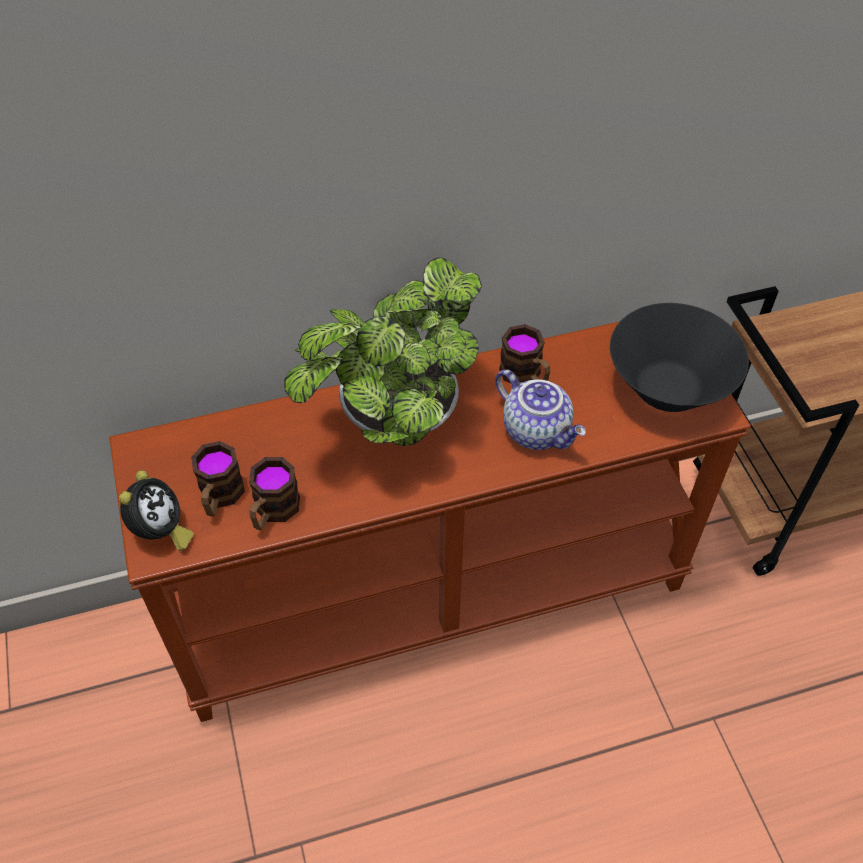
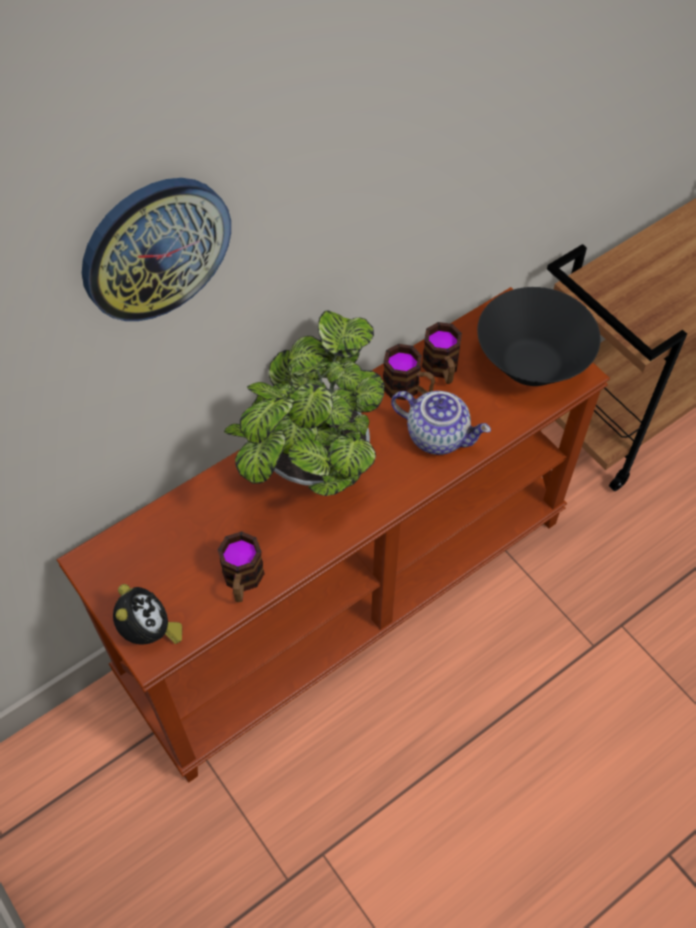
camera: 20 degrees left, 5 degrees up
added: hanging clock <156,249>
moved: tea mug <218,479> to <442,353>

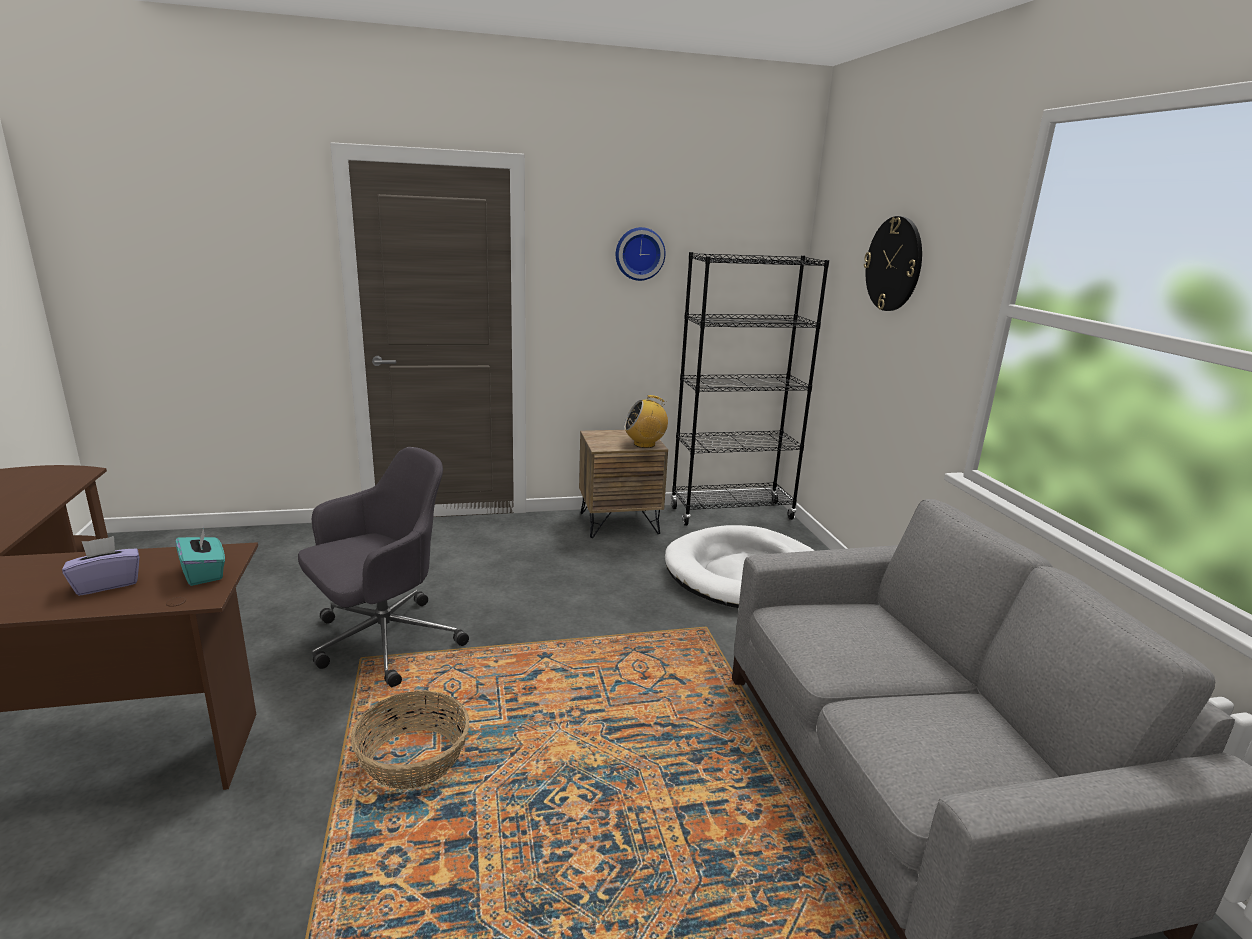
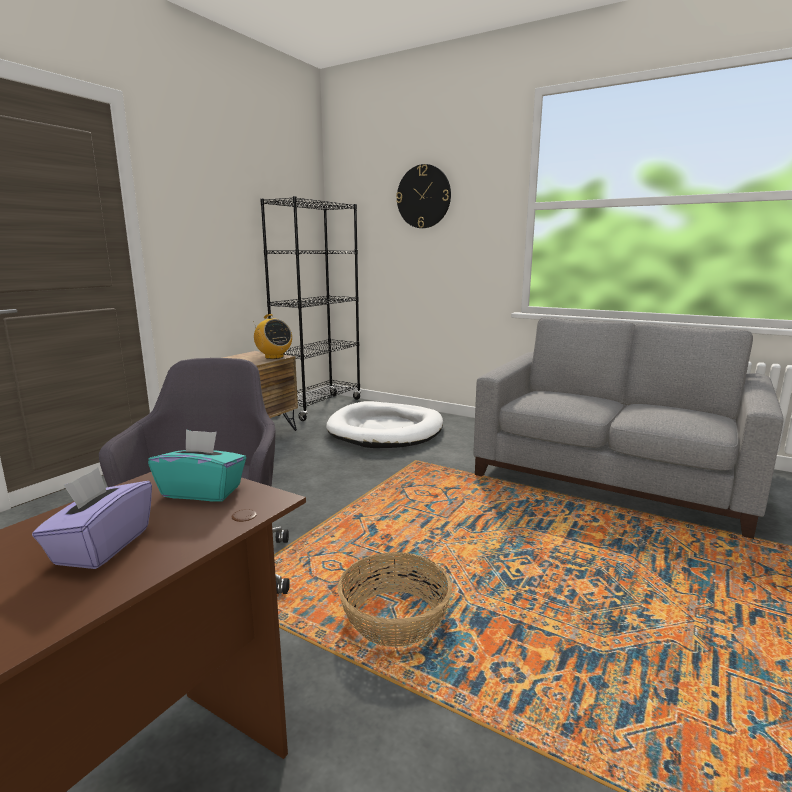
camera: 45 degrees left, 5 degrees down
removed: hanging clock <640,254>
turned: radio <646,421> = <272,336> 75 degrees counterclockwise

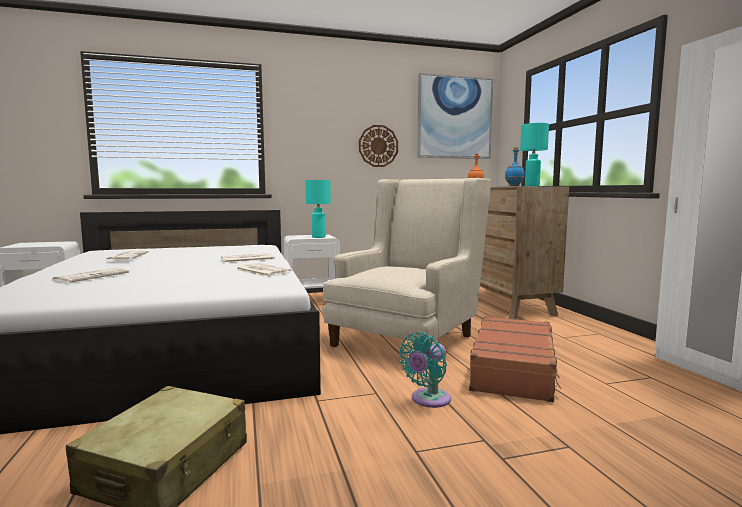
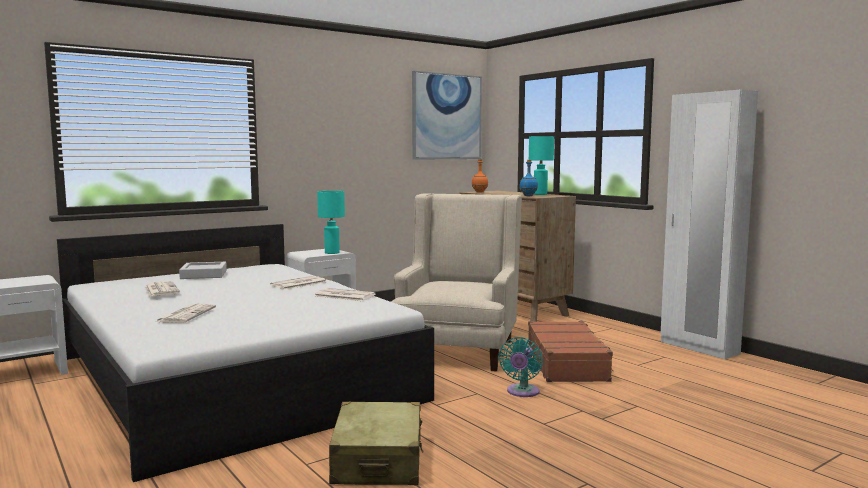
camera: 20 degrees left, 0 degrees up
removed: hanging clock <378,146>
added: grey tray <203,270>

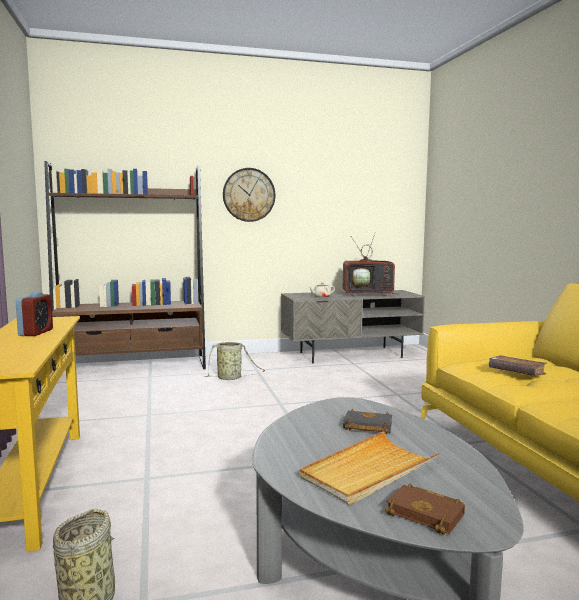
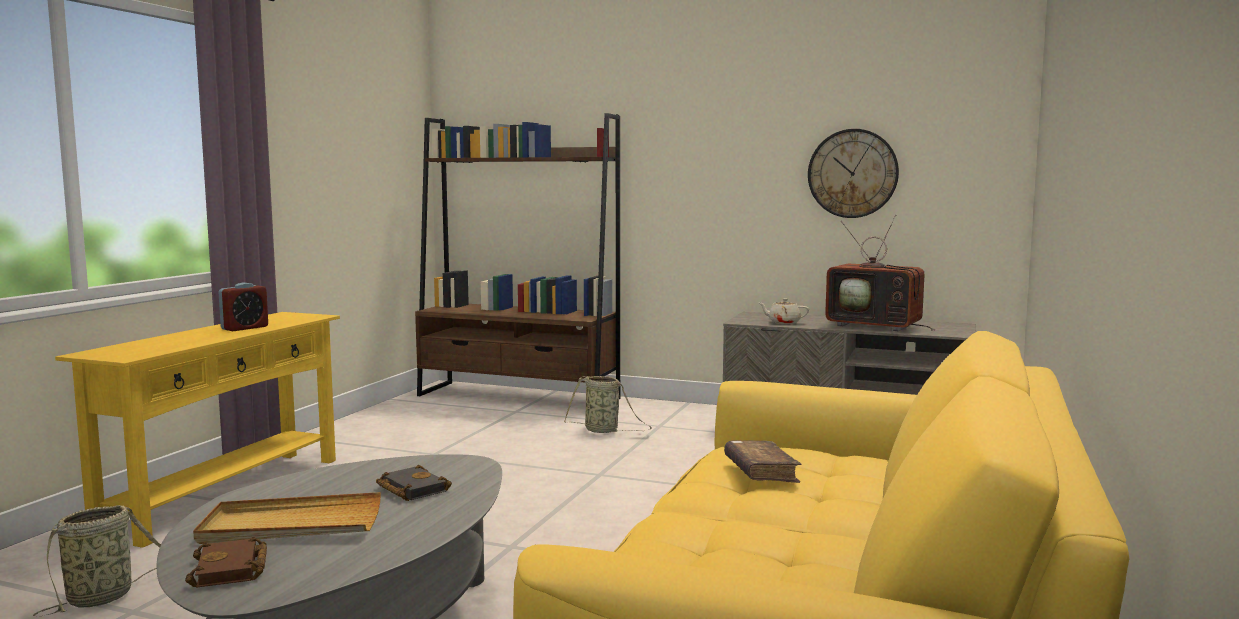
camera: 35 degrees right, 0 degrees up
moved: hanging clock <249,195> to <853,173>

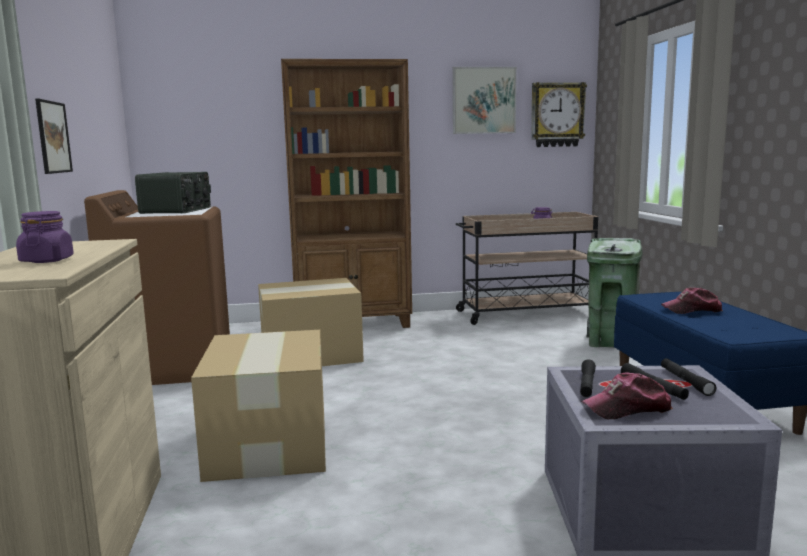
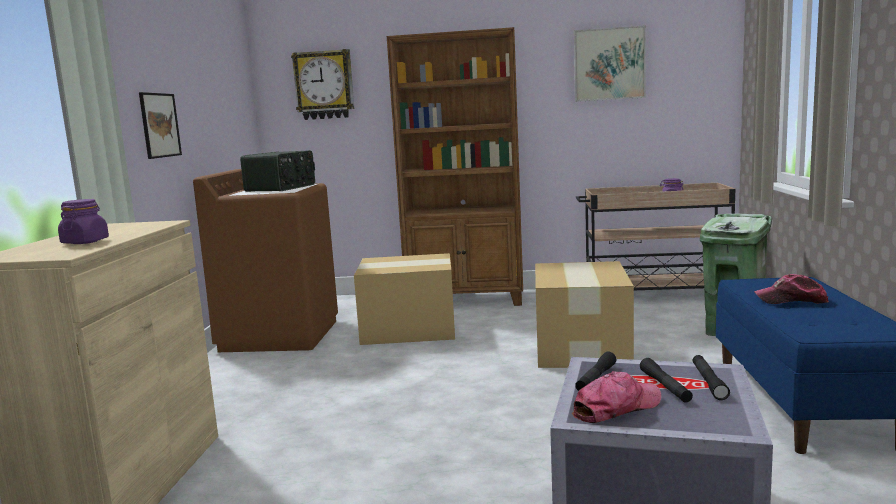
camera: 15 degrees right, 0 degrees up
moved: hanging clock <559,114> to <322,84>; carton <258,406> to <584,314>
turned: baseball cap <627,395> = <617,397> 150 degrees clockwise

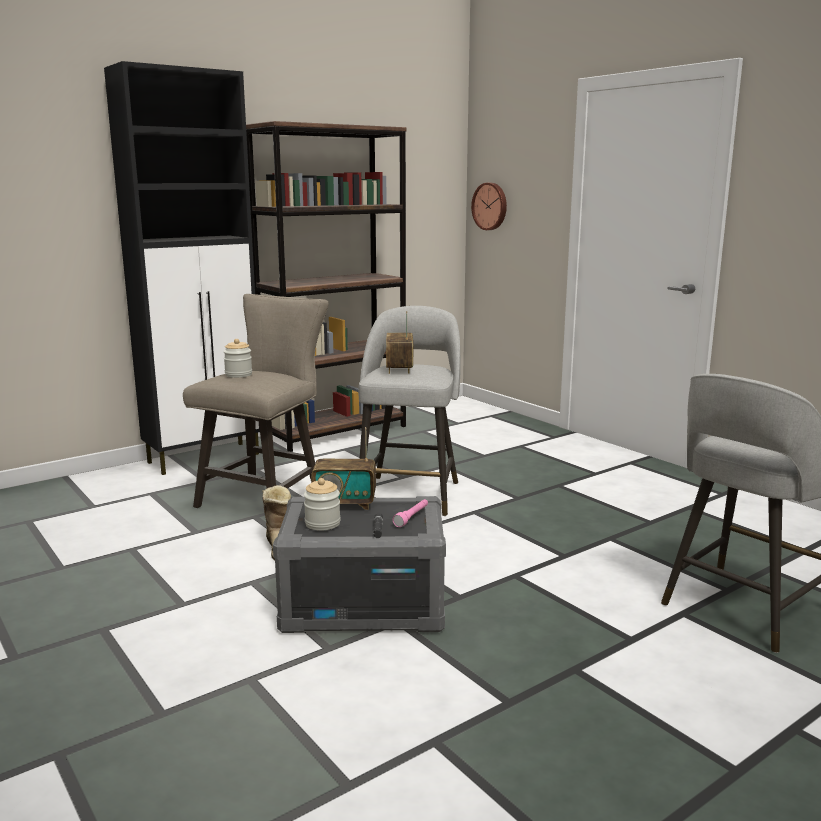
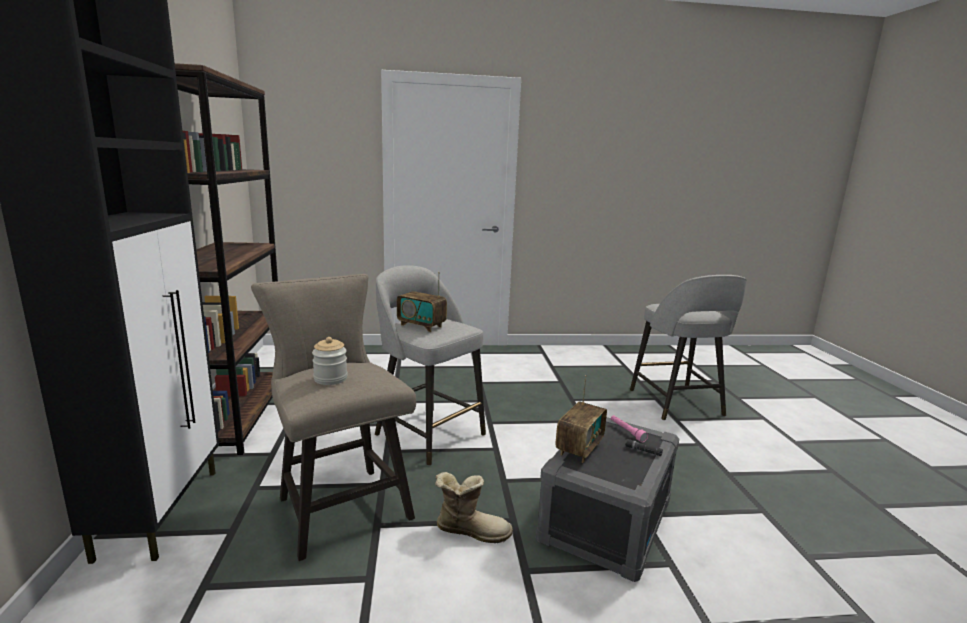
camera: 60 degrees left, 0 degrees up
removed: storage jar <322,504>; hanging clock <489,206>

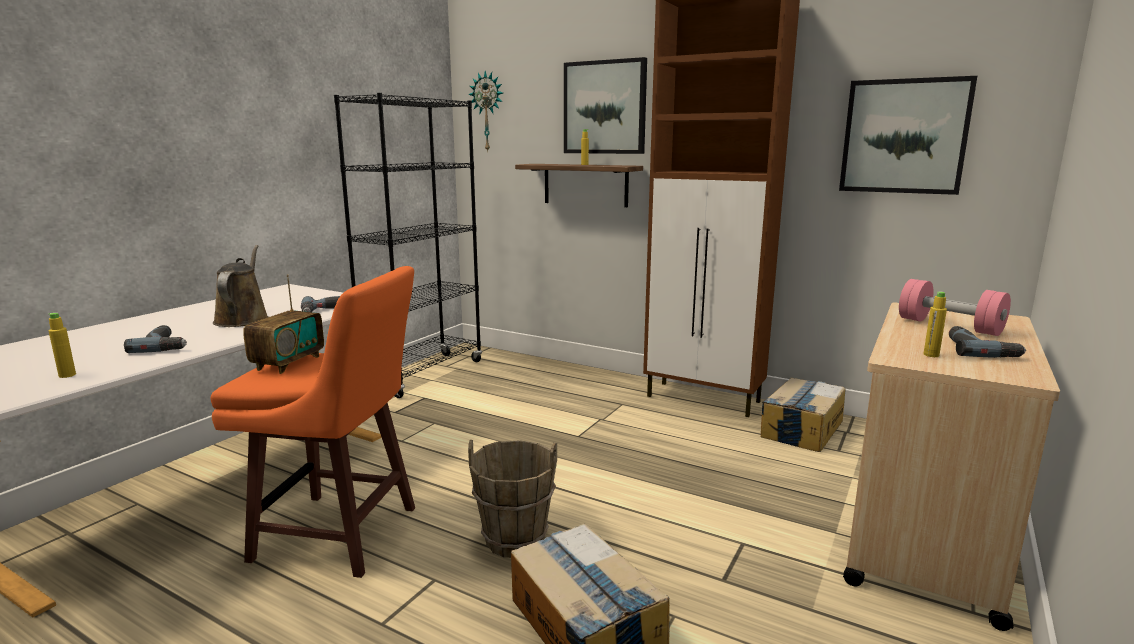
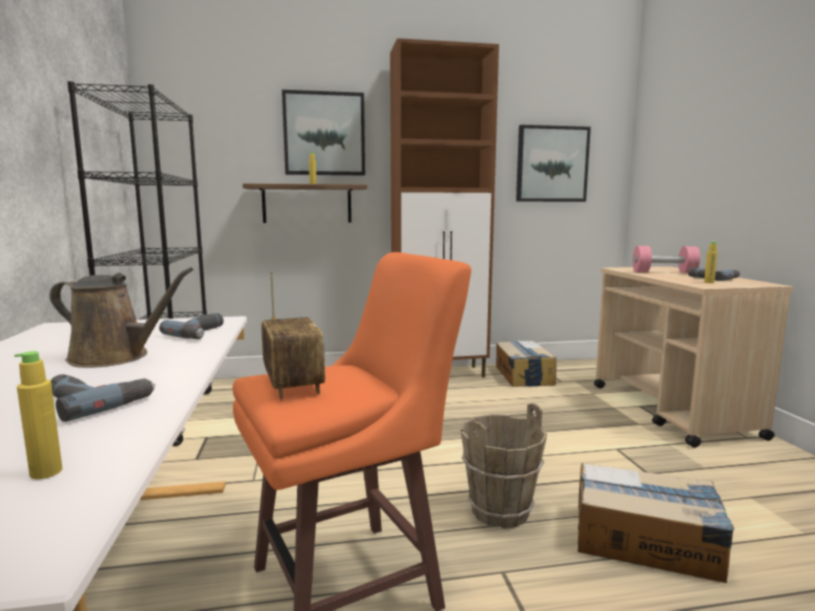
camera: 40 degrees left, 5 degrees down
removed: hanging clock <485,112>
turned: brown-coloured watering pot <240,286> = <121,317> 150 degrees clockwise

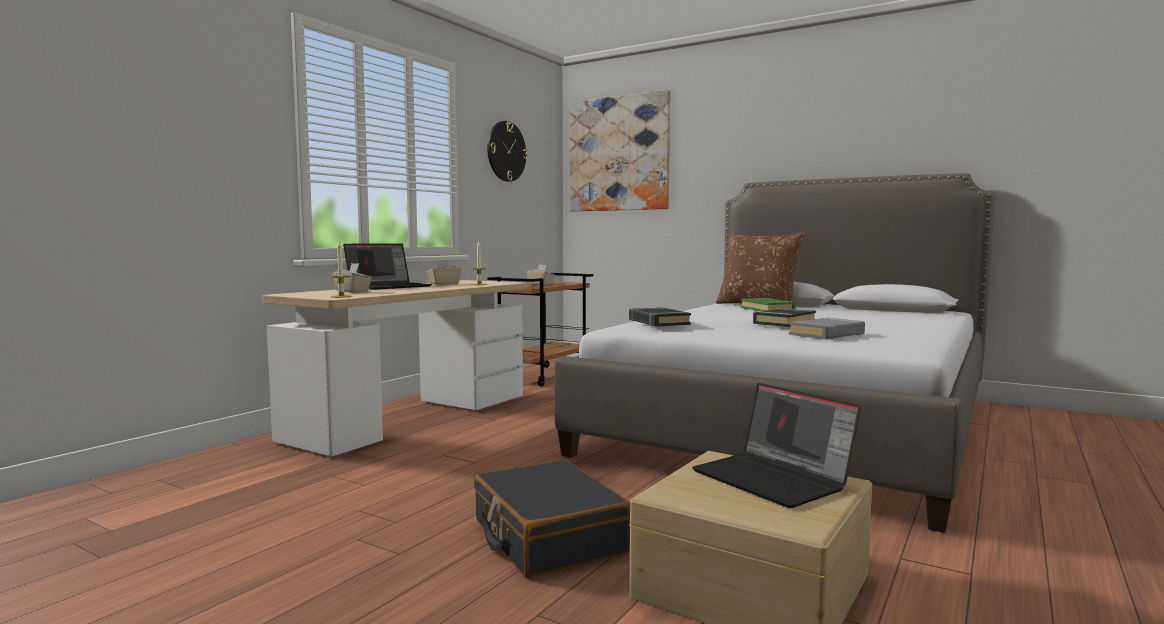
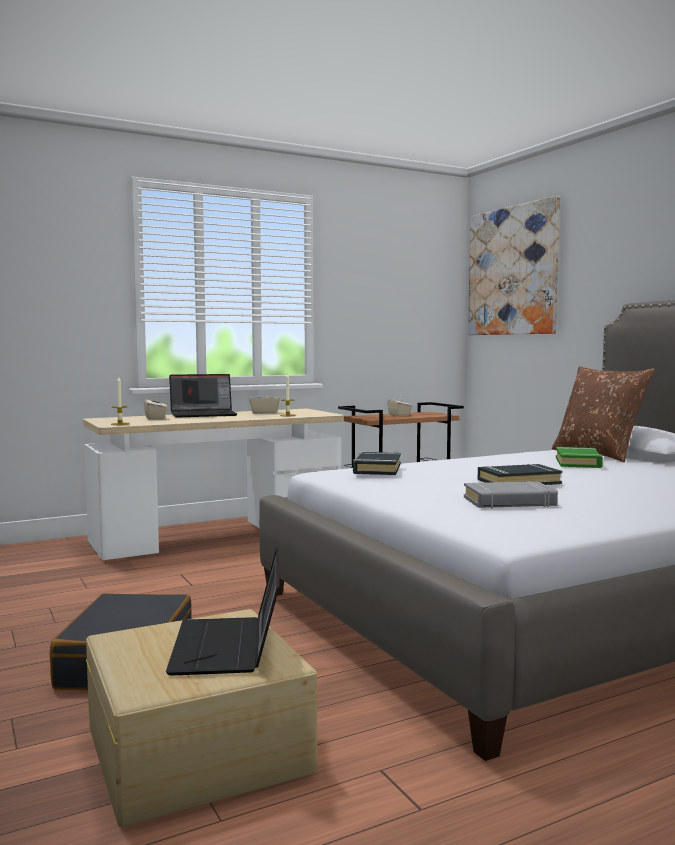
camera: 30 degrees right, 0 degrees up
removed: hanging clock <507,151>

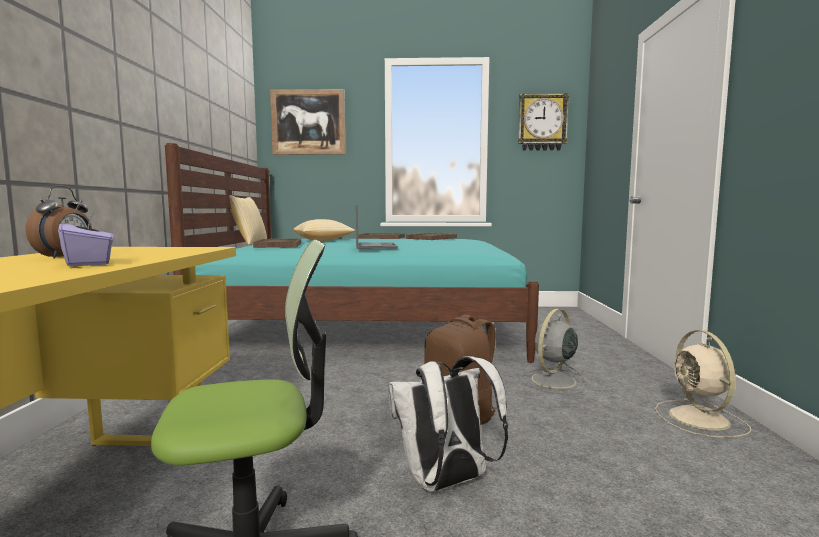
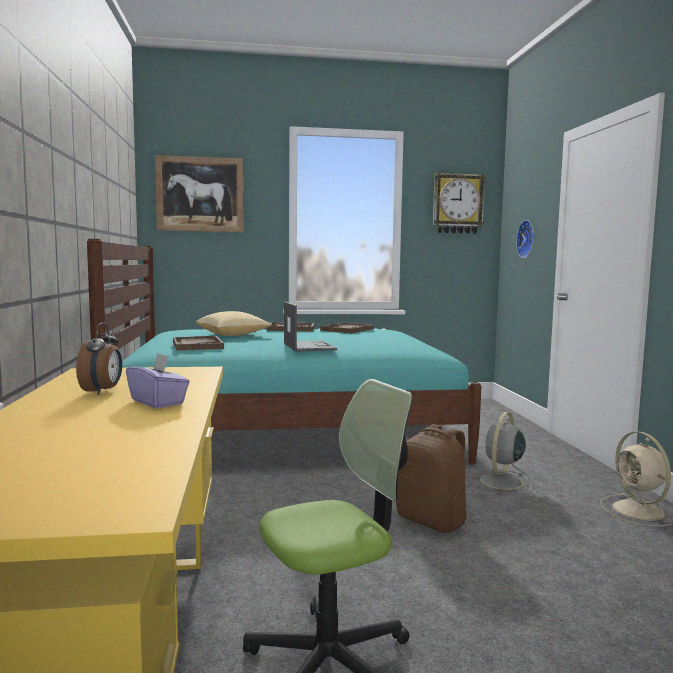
camera: 10 degrees left, 0 degrees up
removed: pillow <248,220>; whitish rucksack <448,424>
added: hanging clock <525,239>

